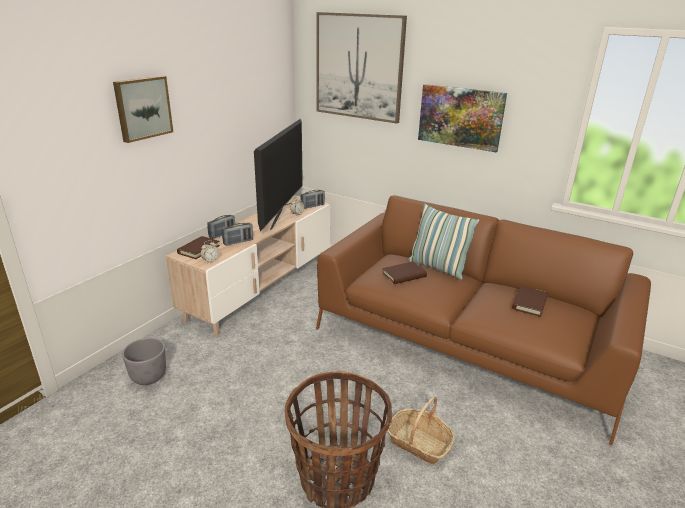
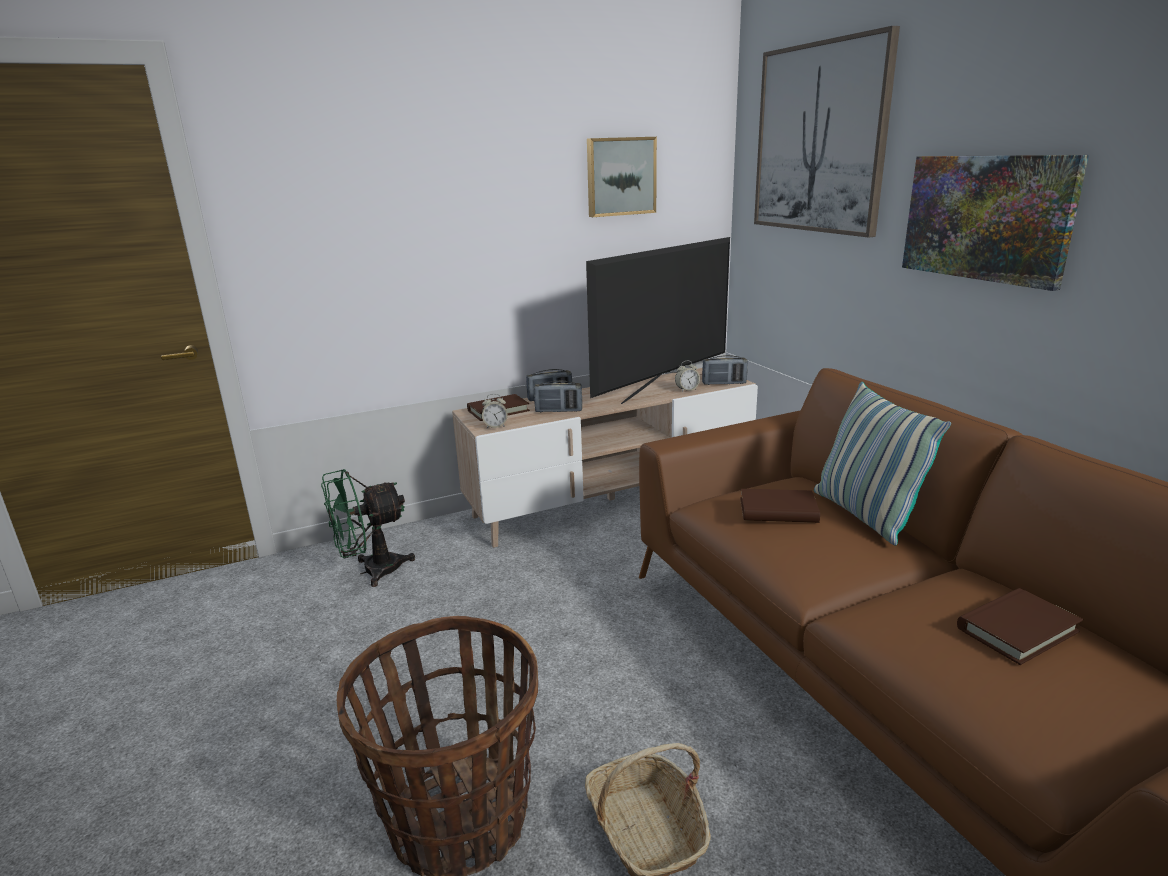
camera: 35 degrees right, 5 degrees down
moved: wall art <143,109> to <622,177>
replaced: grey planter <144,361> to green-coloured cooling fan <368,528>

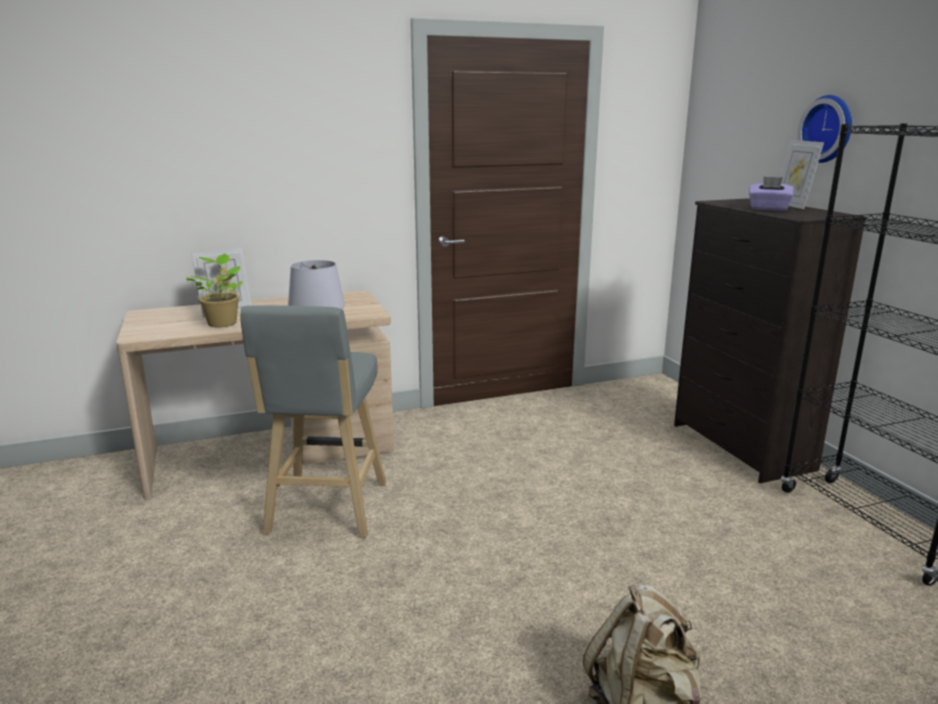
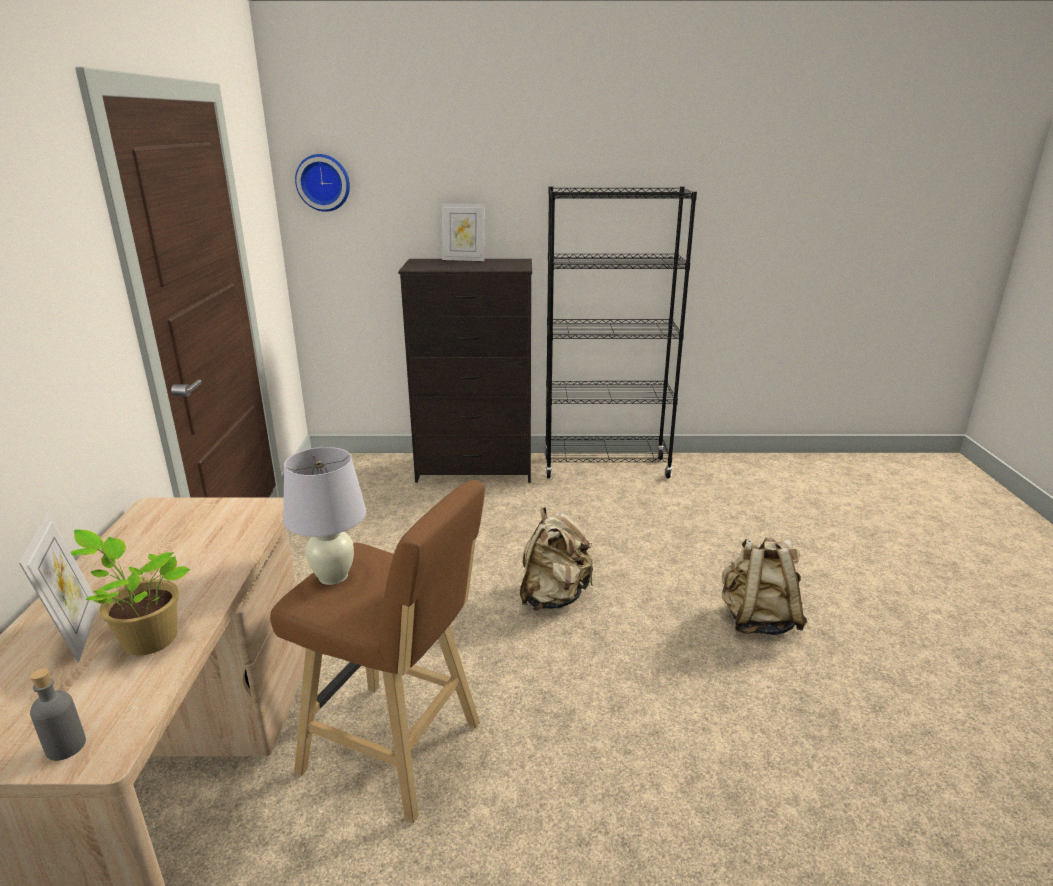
camera: 70 degrees left, 5 degrees up
removed: purple-coloured box of tissues <771,193>
added: grey bottle <58,714>; beige-coloured rucksack <556,558>
moved: hanging clock <824,129> to <322,183>
recoloured: grey sitting stool <313,422> to brown-coloured sitting stool <377,651>

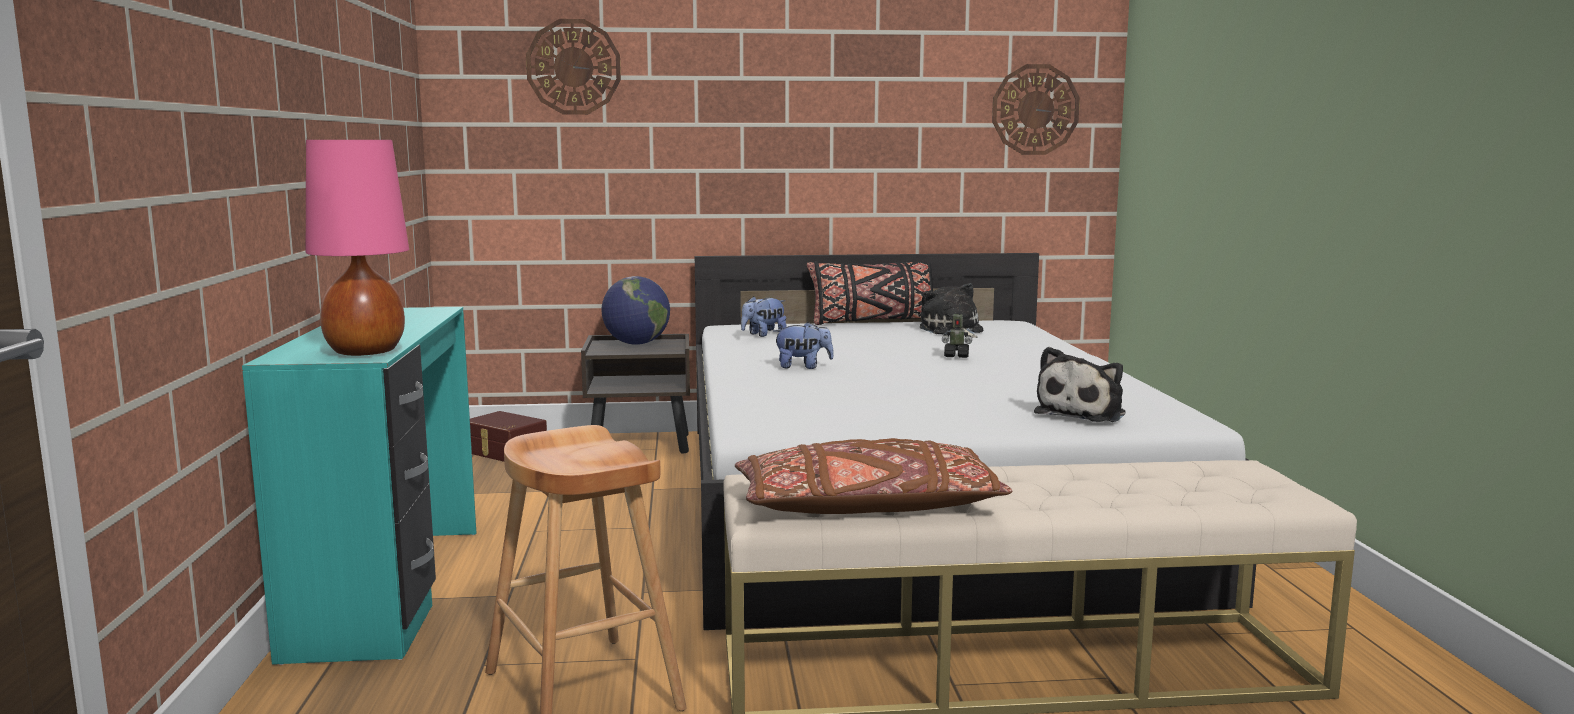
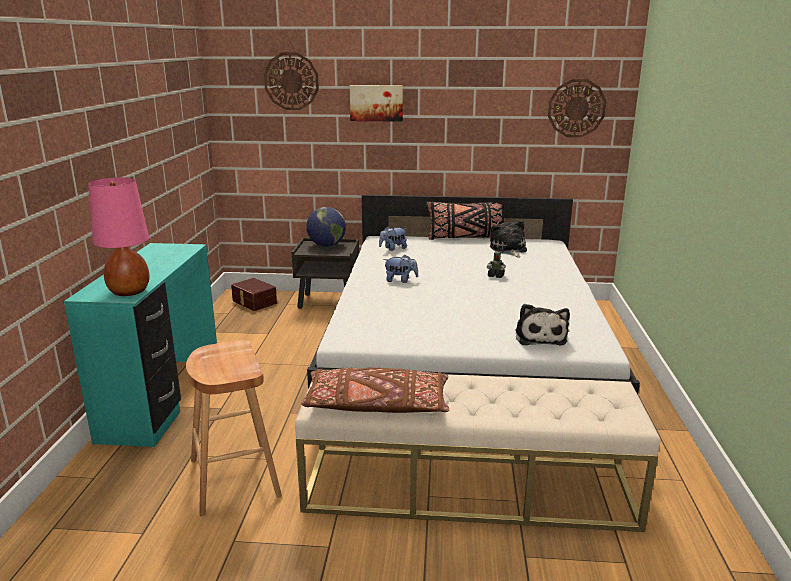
camera: 10 degrees right, 10 degrees up
added: wall art <376,103>
turned: soft toy <1080,384> = <542,325> 45 degrees counterclockwise

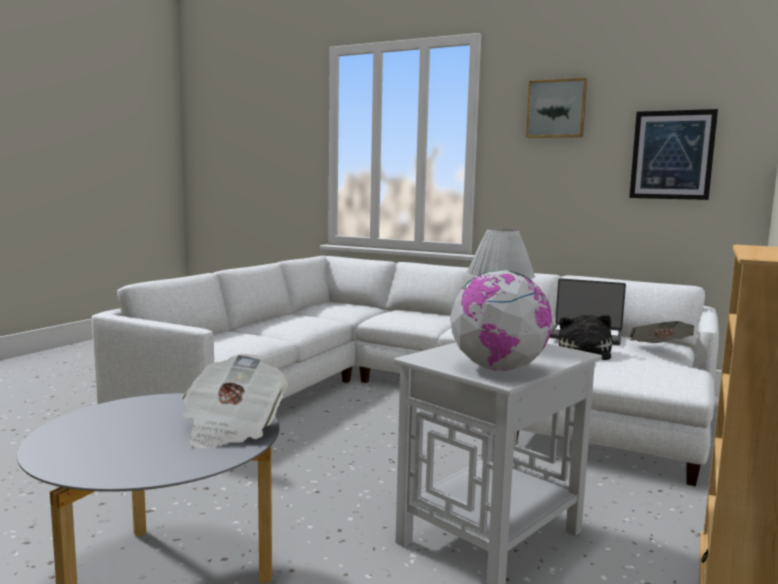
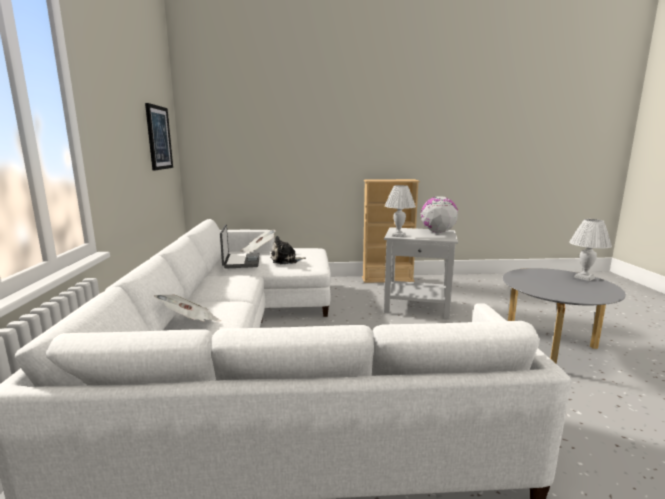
camera: 120 degrees left, 5 degrees up
removed: wall art <556,108>
added: whitish tabletop lamp <590,250>
moved: printed paper <235,401> to <188,307>

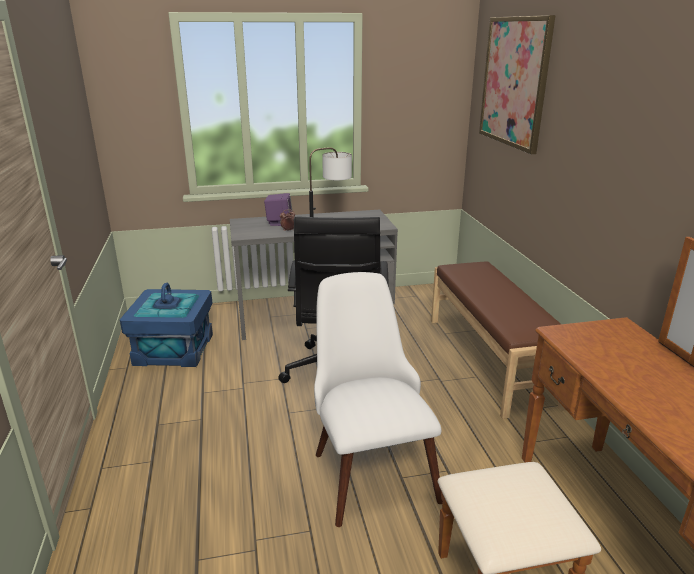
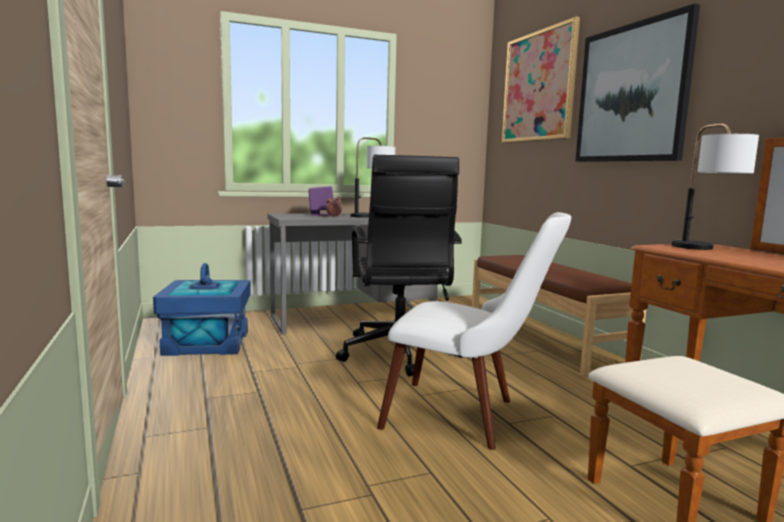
camera: 10 degrees left, 15 degrees down
added: wall art <637,83>; tabletop lamp <715,186>
turned: whitish chair <378,399> = <474,331> 135 degrees clockwise

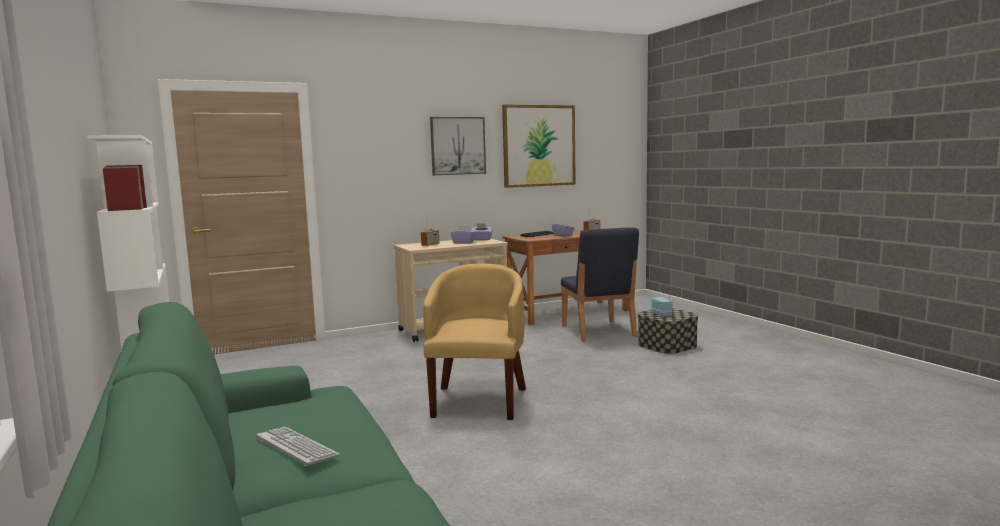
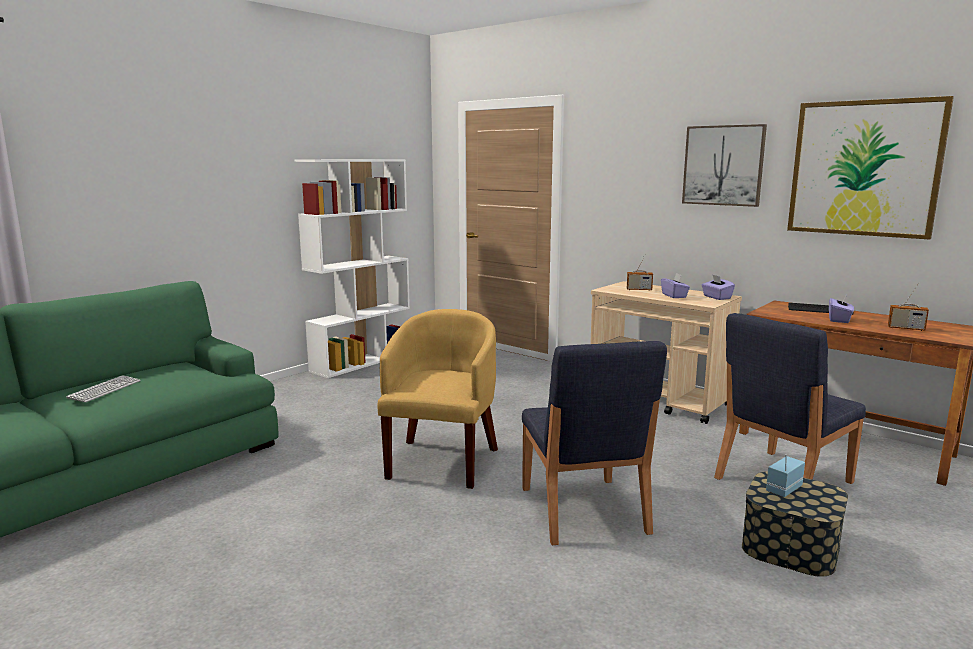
camera: 65 degrees right, 5 degrees up
added: bluish chair <594,443>
turned: yellow easy chair <474,342> = <438,399> 60 degrees counterclockwise

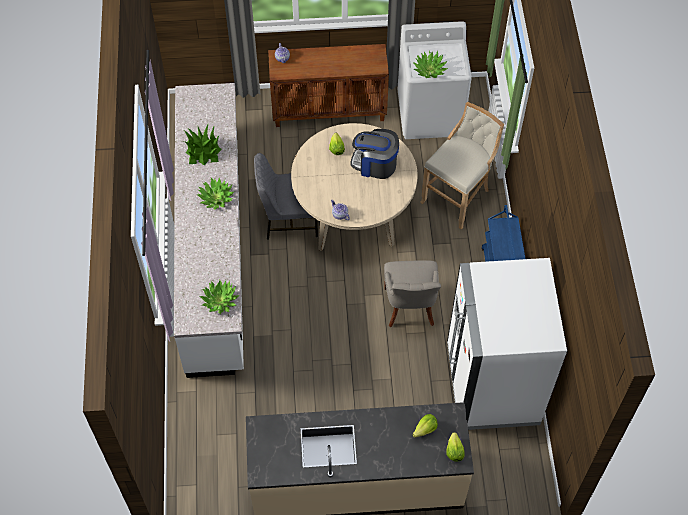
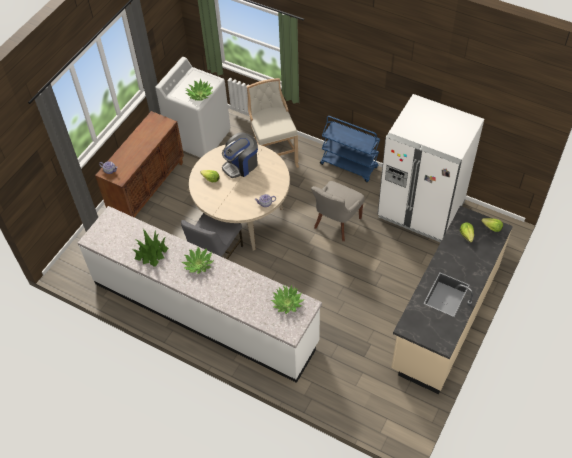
camera: 55 degrees left, 5 degrees down
turned: grey chair <412,293> = <338,211> 90 degrees clockwise

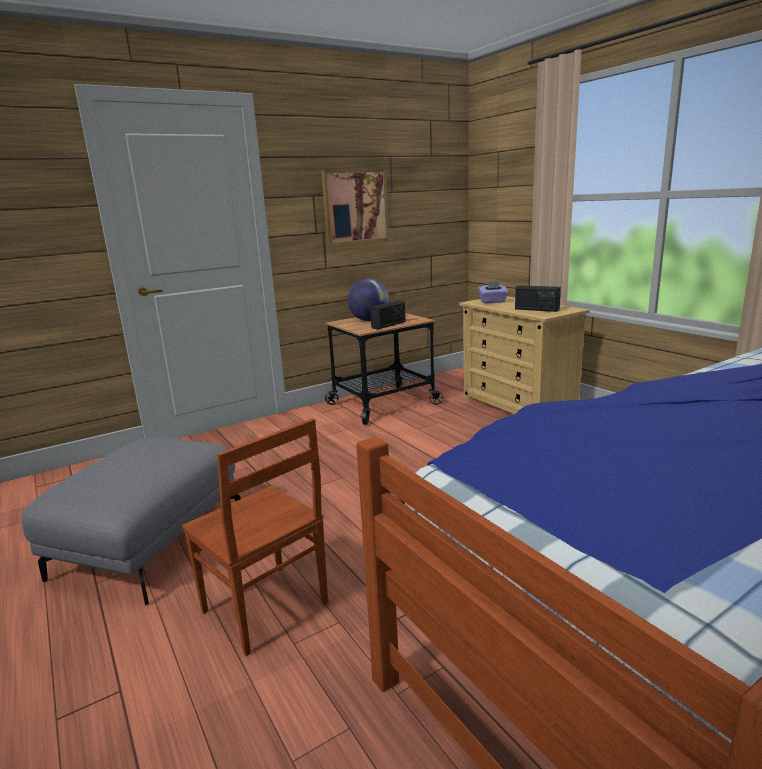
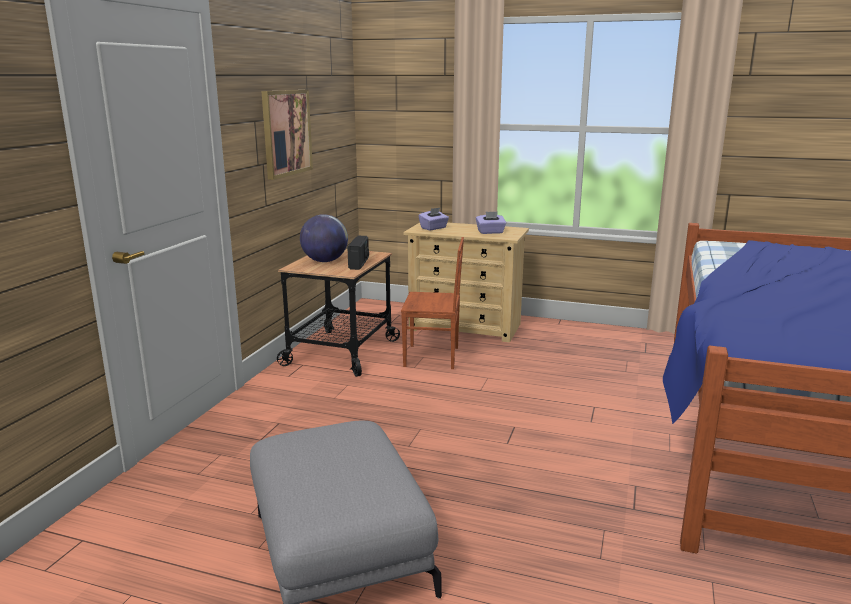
camera: 40 degrees left, 0 degrees up
moved: brown-coloured chair <255,537> to <432,303>
replaced: radio <538,298> to purple-coloured box of tissues <491,223>

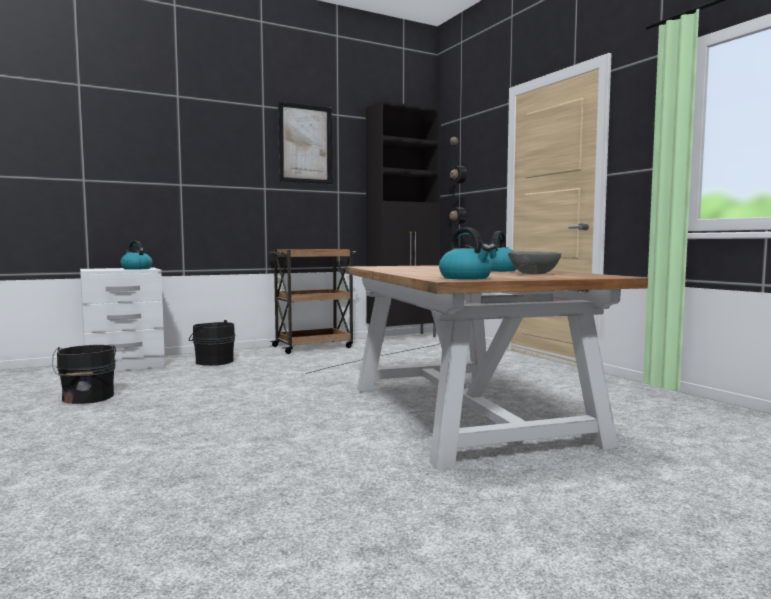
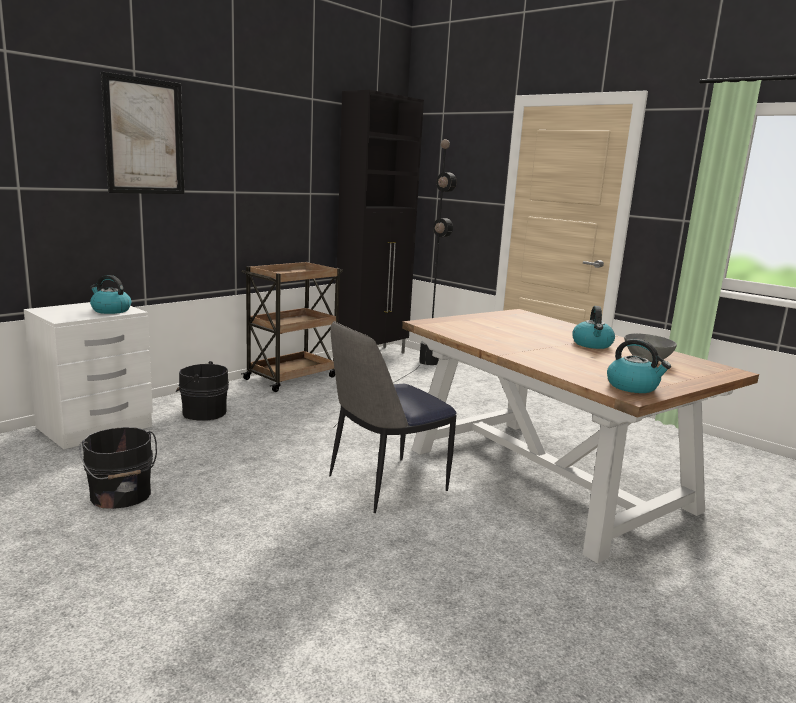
camera: 20 degrees left, 10 degrees up
added: chair <393,417>
moved: wall art <305,142> to <143,132>

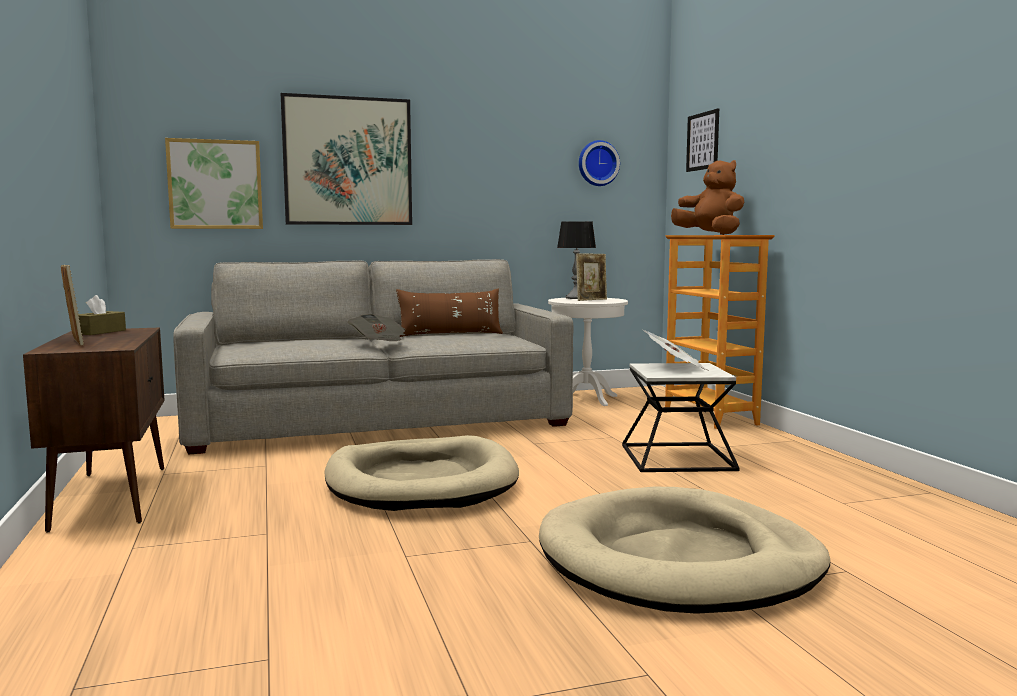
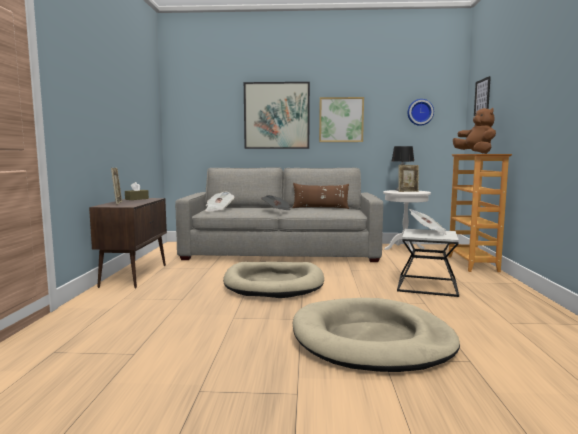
camera: 20 degrees right, 0 degrees up
added: printed paper <219,202>
moved: wall art <214,183> to <341,119>

